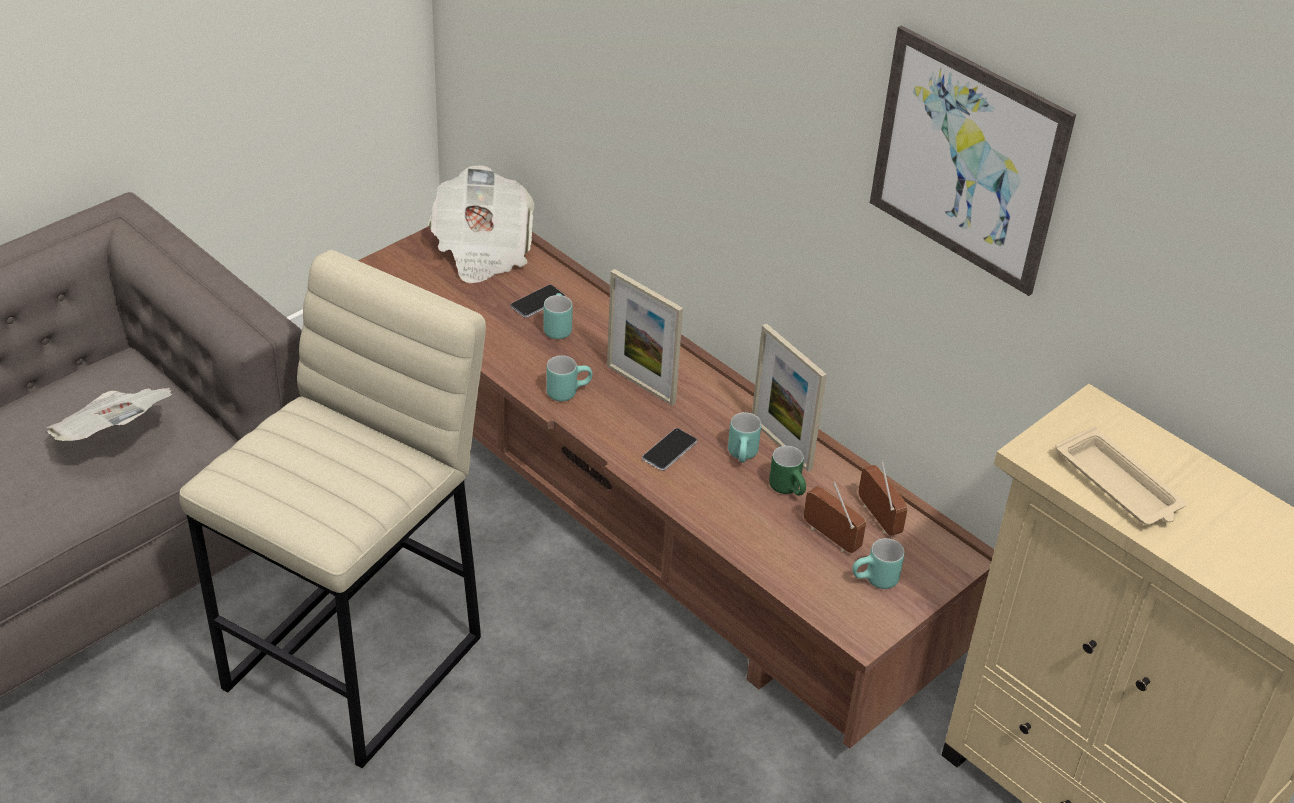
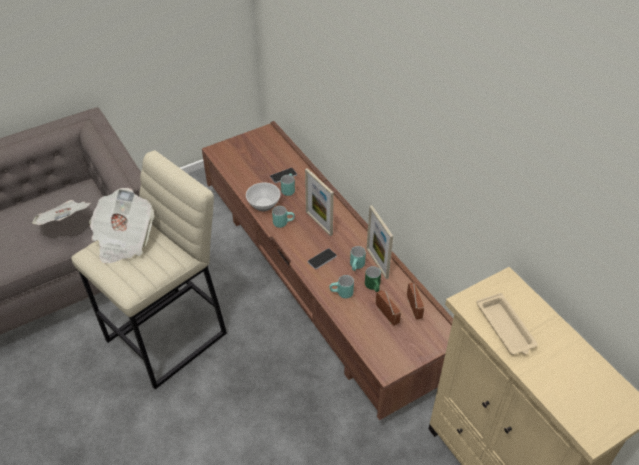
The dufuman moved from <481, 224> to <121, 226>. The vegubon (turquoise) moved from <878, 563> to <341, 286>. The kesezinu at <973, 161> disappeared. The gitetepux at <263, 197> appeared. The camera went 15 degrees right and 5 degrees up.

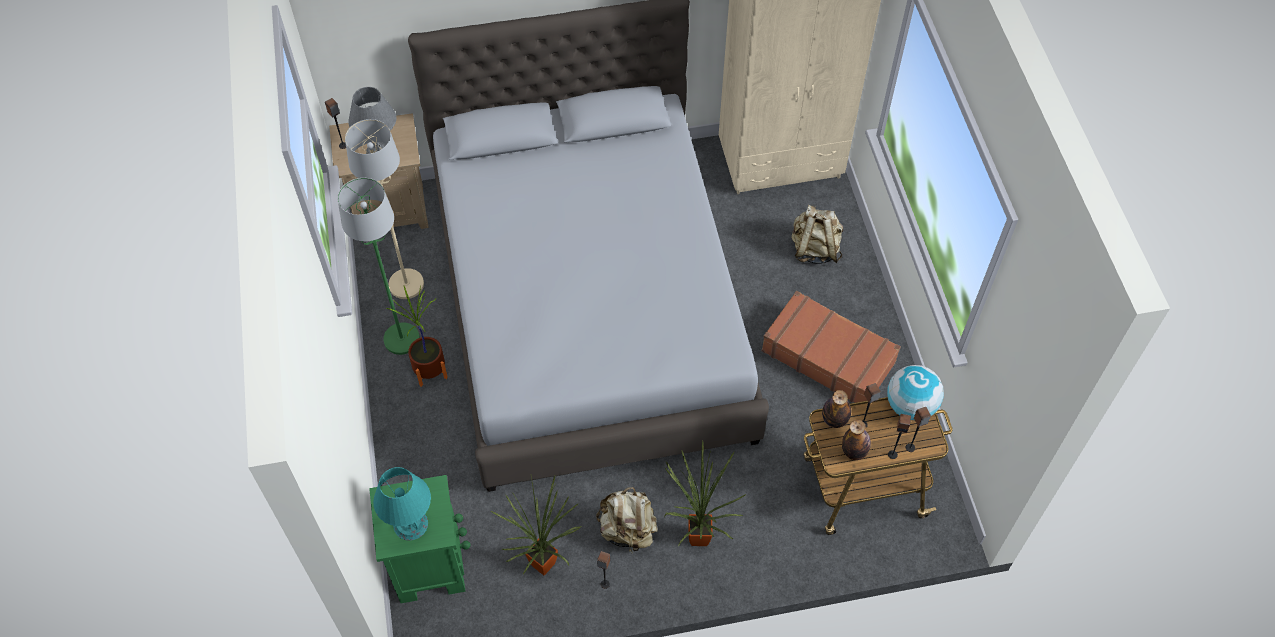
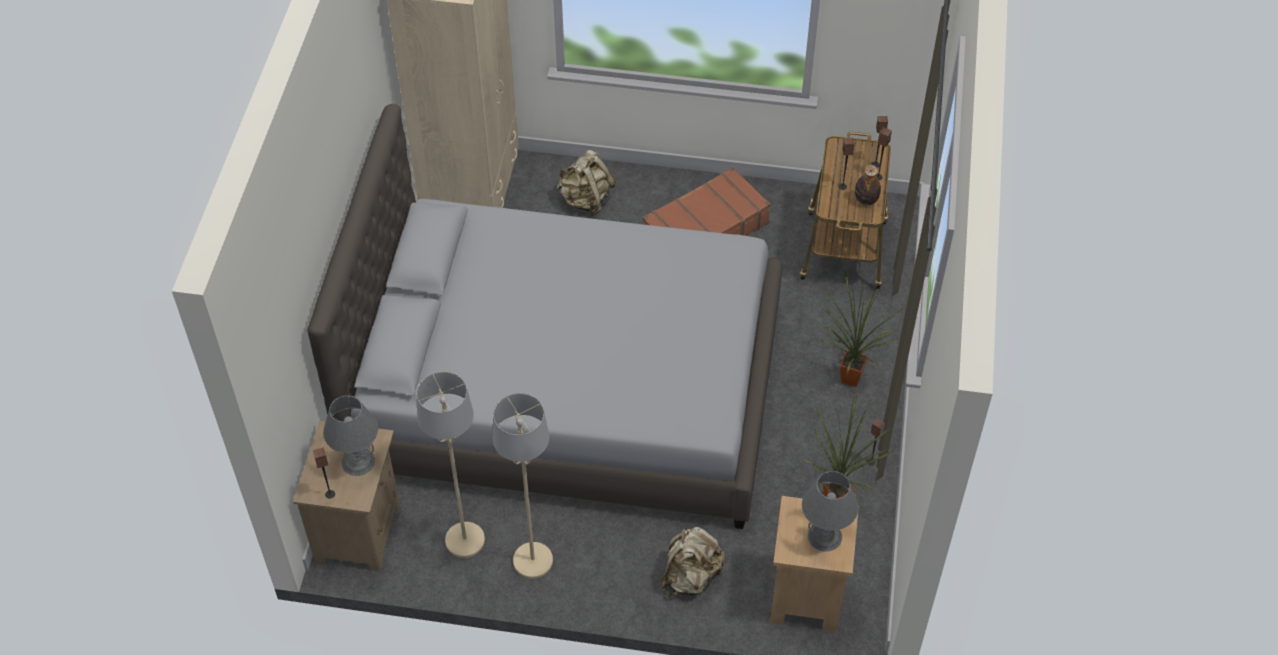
The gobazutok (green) at <379, 266> became the gobazutok (beige) at <523, 486>. The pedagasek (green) at <419, 539> became the pedagasek (beige) at <814, 564>. The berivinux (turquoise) at <402, 503> became the berivinux (grey) at <830, 511>. The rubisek at <417, 336> disappeared. The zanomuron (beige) moved from <626, 519> to <693, 561>. The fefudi at <836, 409> disappeared. The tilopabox at <915, 392> disappeared. The camera went 70 degrees left and 5 degrees down.

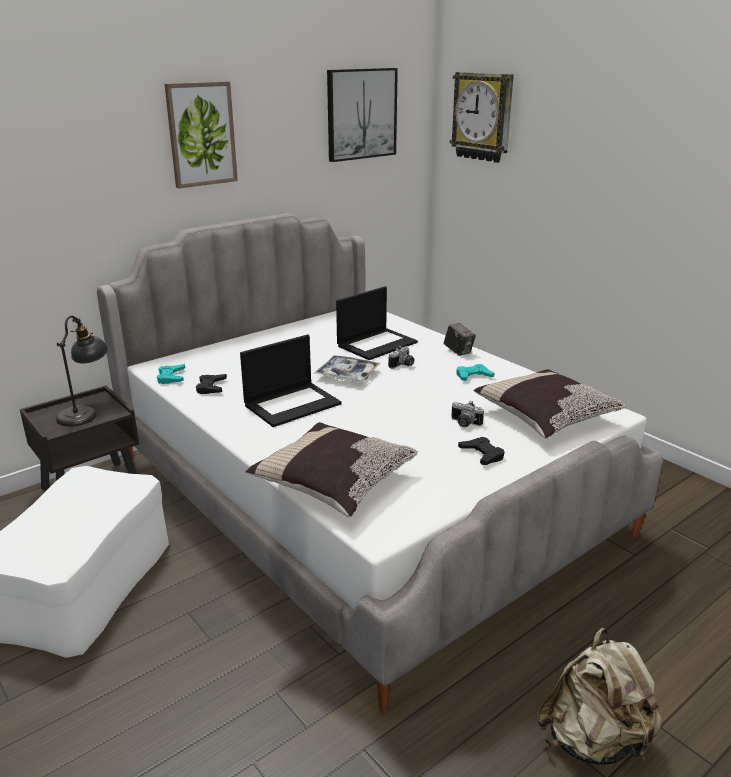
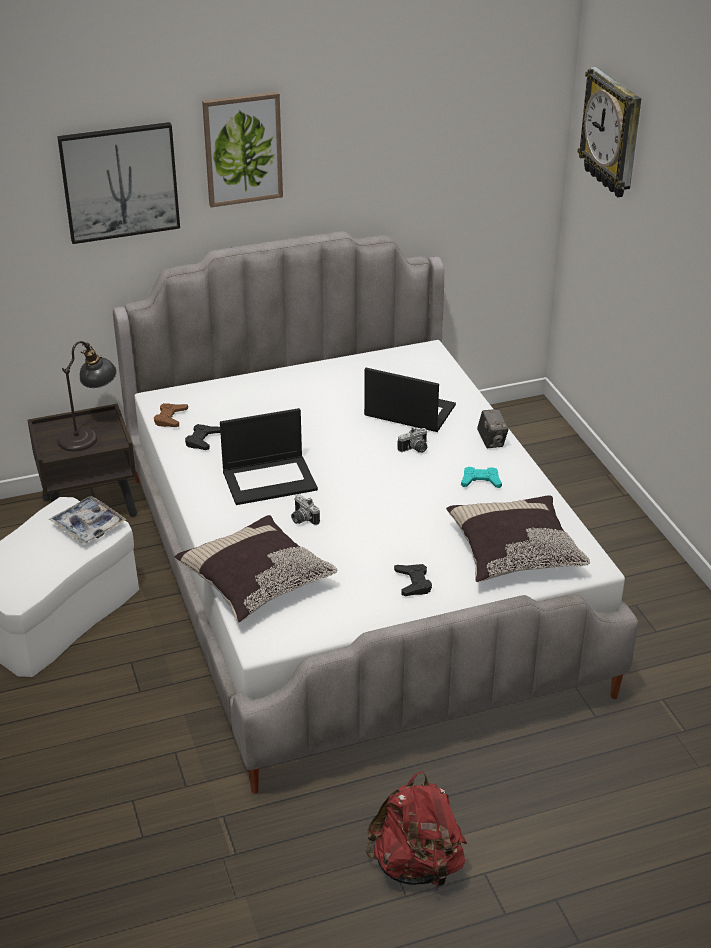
The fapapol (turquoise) at <171, 374> became the fapapol (brown) at <171, 415>. The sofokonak moved from <347, 368> to <88, 520>. The kesezinu moved from <362, 115> to <118, 183>. The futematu at <377, 323> turned 135 degrees counterclockwise. The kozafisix moved from <467, 414> to <305, 509>. The zanomuron (beige) at <599, 696> became the zanomuron (red) at <416, 831>. The camera went 20 degrees right and 10 degrees up.

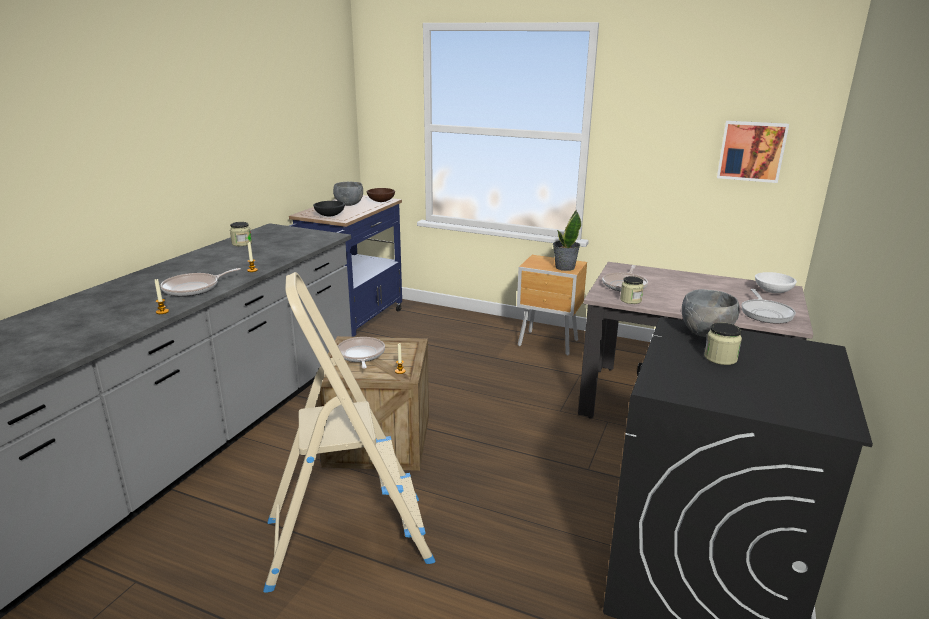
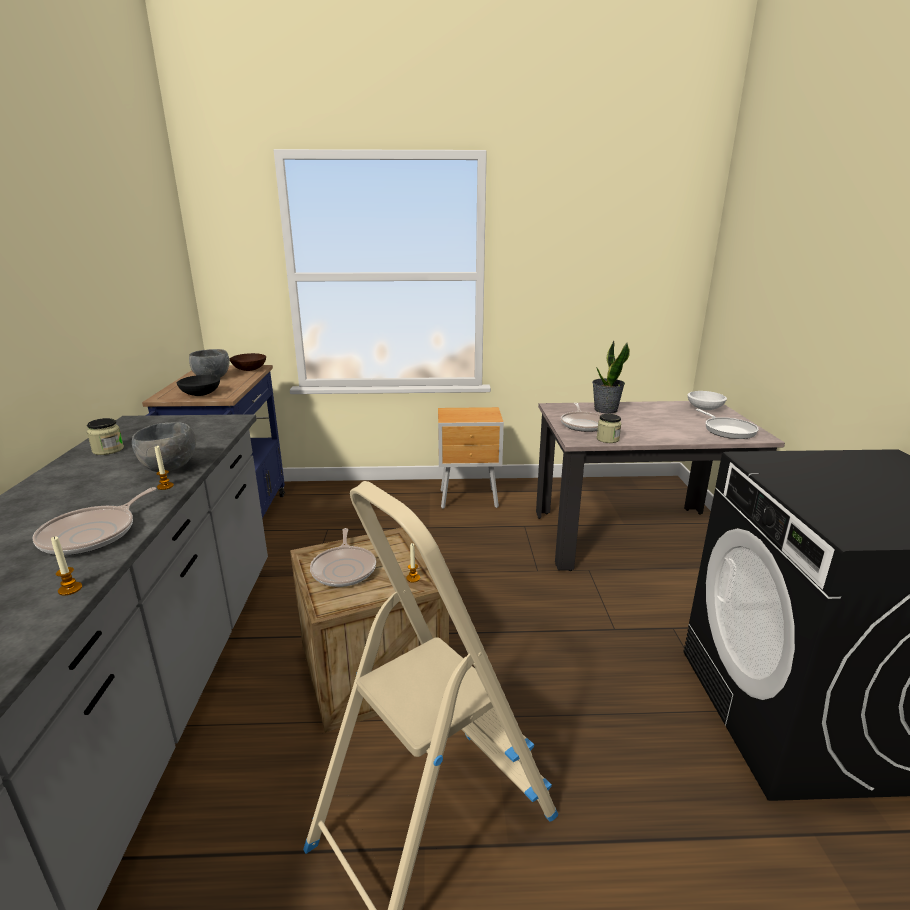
The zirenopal at <361, 353> turned 150 degrees counterclockwise. The rubisek moved from <567, 240> to <611, 377>. The gitetepux (grey) moved from <711, 313> to <164, 447>. The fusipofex at <723, 344> disappeared. The kesezinu at <753, 152> disappeared. The camera went 25 degrees left and 0 degrees up.

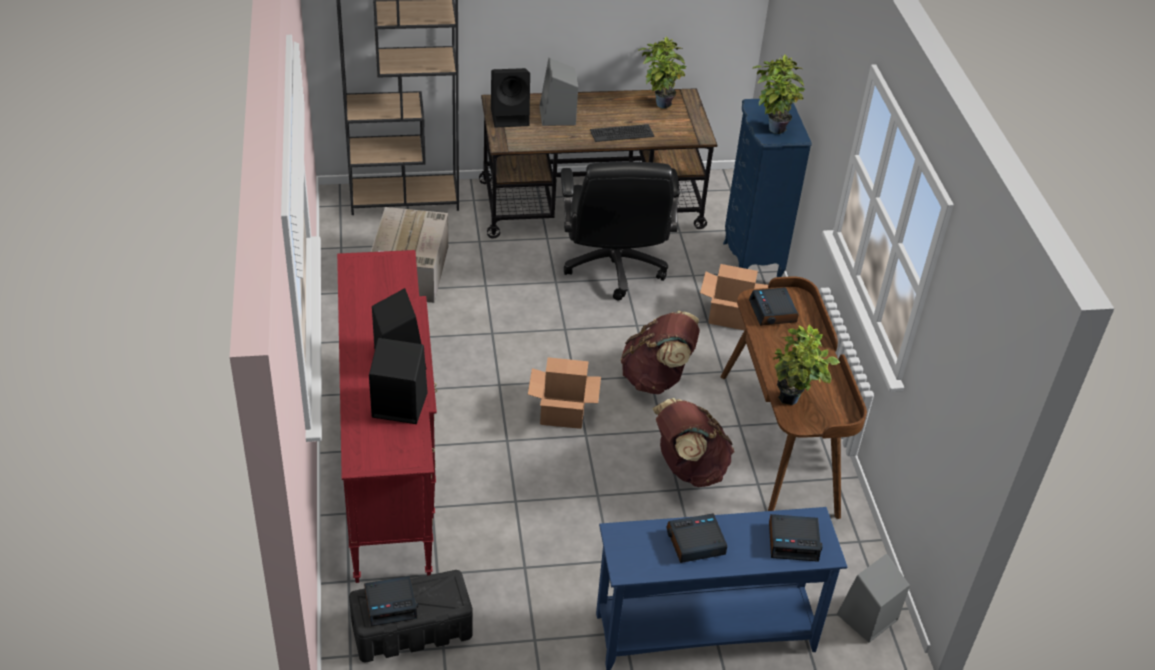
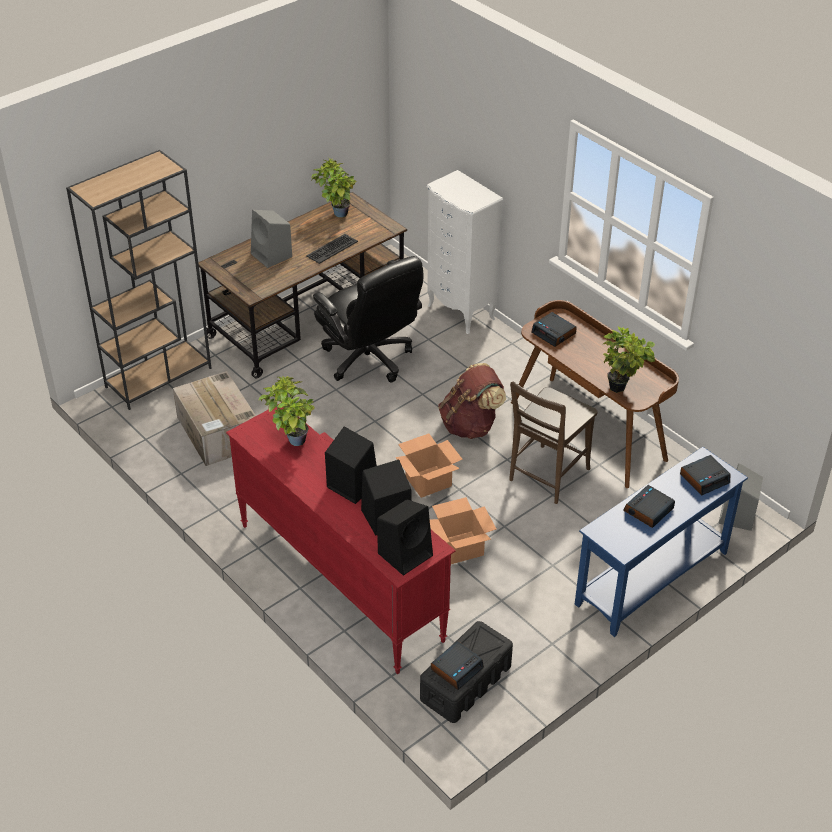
The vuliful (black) moved from <510, 98> to <405, 537>. The zanomuron (brown) at <693, 442> was replaced by the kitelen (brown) at <553, 443>. The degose moved from <734, 297> to <463, 530>. The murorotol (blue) at <767, 188> became the murorotol (white) at <464, 252>. The rubisek moved from <779, 94> to <286, 411>. The camera went 30 degrees left and 0 degrees up.

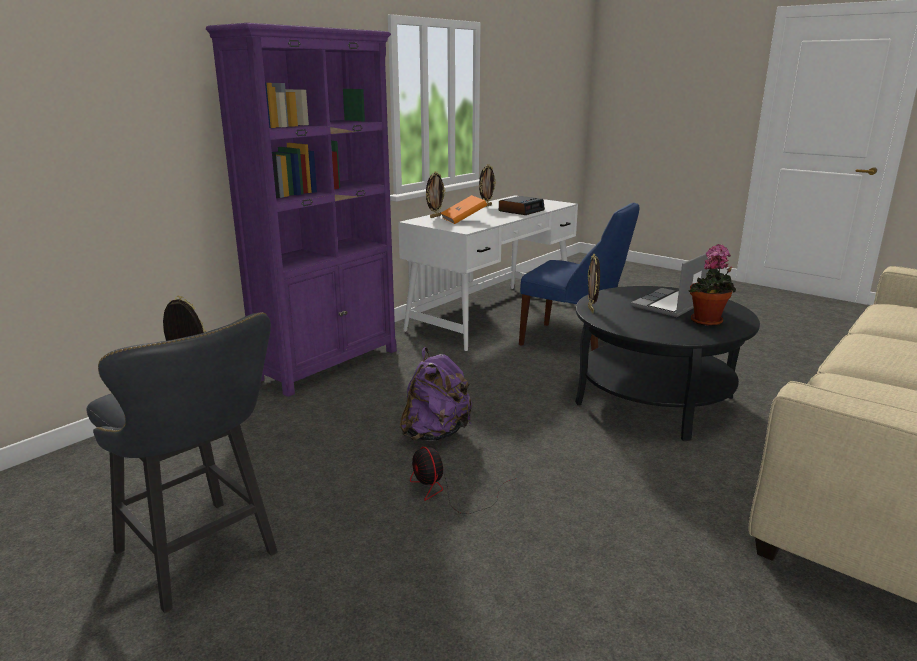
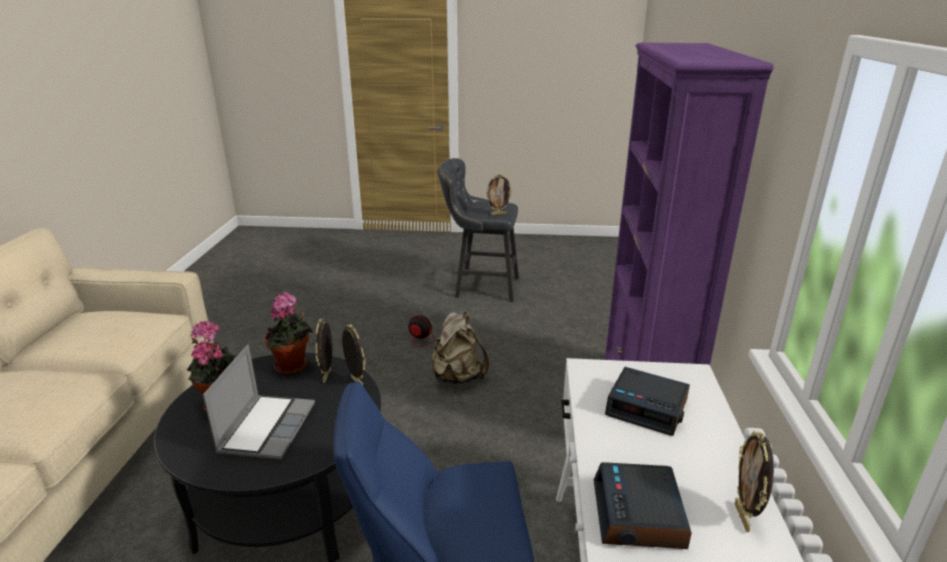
The zanomuron (purple) at <436, 394> became the zanomuron (beige) at <460, 348>. The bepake moved from <436, 194> to <323, 351>. The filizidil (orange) at <464, 209> was replaced by the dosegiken at <647, 401>. The rubisek at <289, 333> appeared. The camera went 145 degrees right and 5 degrees up.

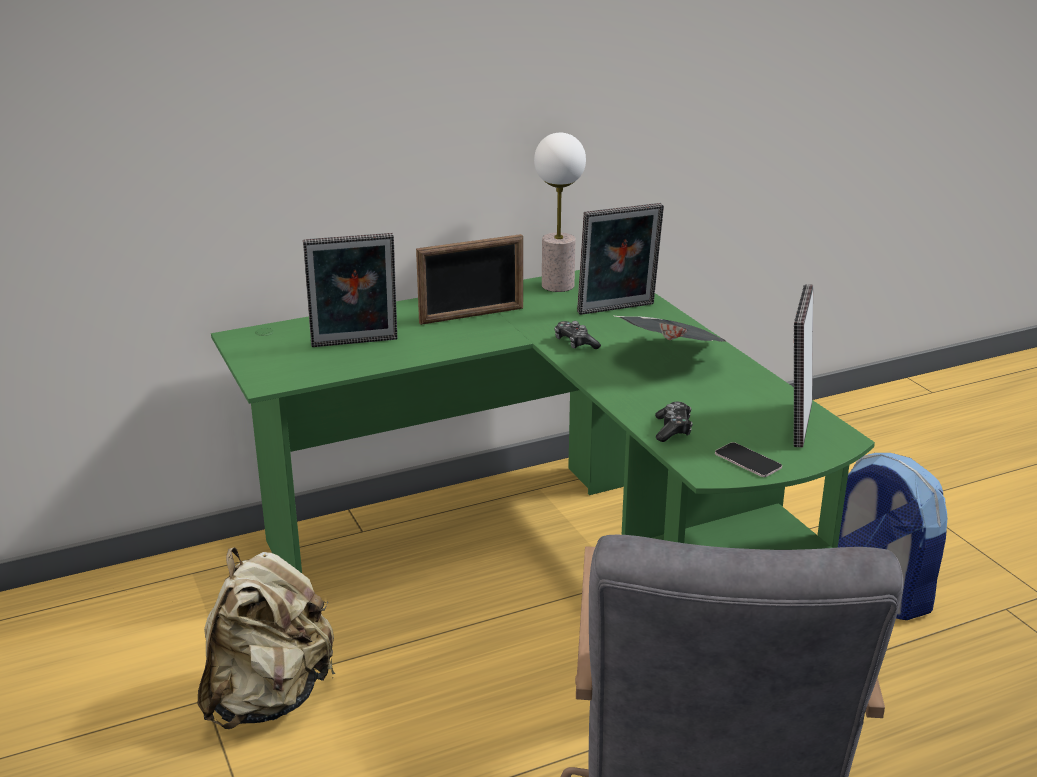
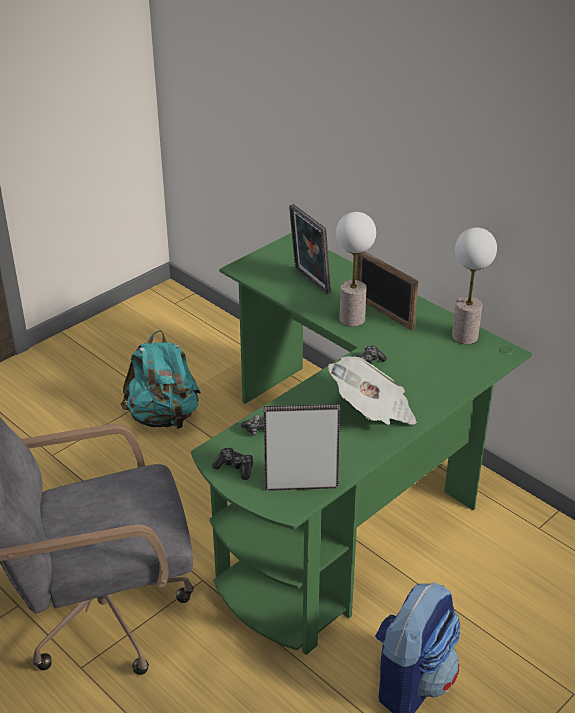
The zanomuron (beige) at <266, 638> became the zanomuron (turquoise) at <161, 379>. The bepake at <620, 259> disappeared. The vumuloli at <748, 459> was replaced by the fapapol at <232, 463>. The berivinux at <356, 269> appeared. The camera went 70 degrees right and 10 degrees up.

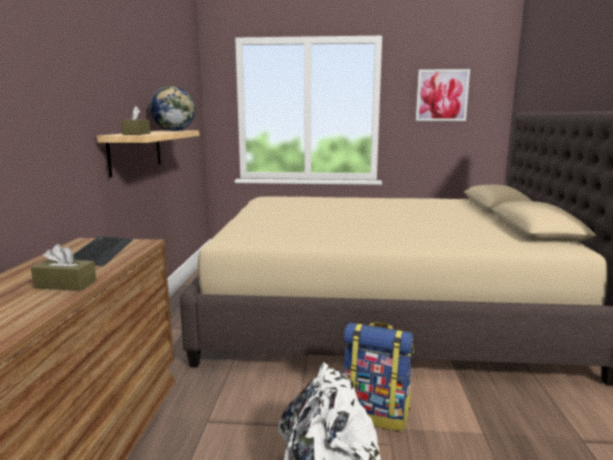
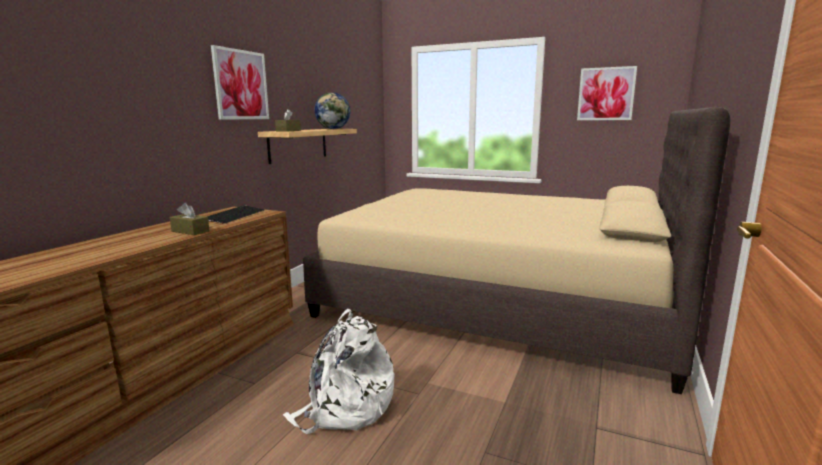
The zanomuron at <378, 376> disappeared. The kesezinu at <240, 82> appeared. The camera went 20 degrees right and 0 degrees up.

